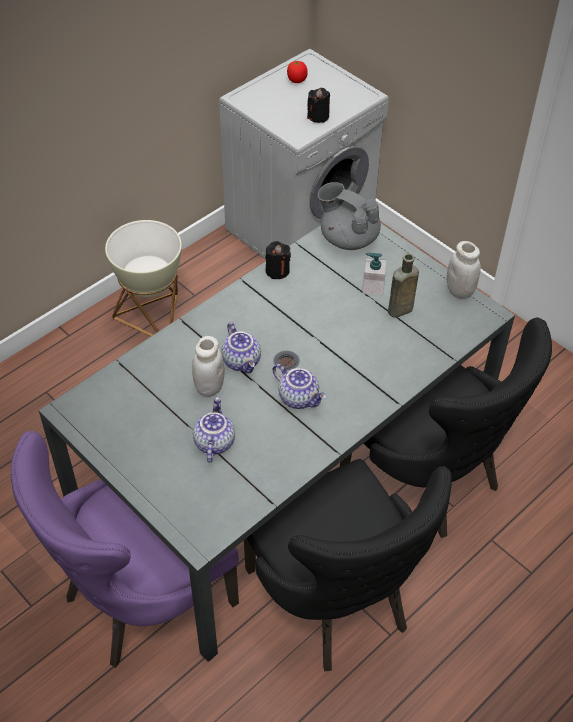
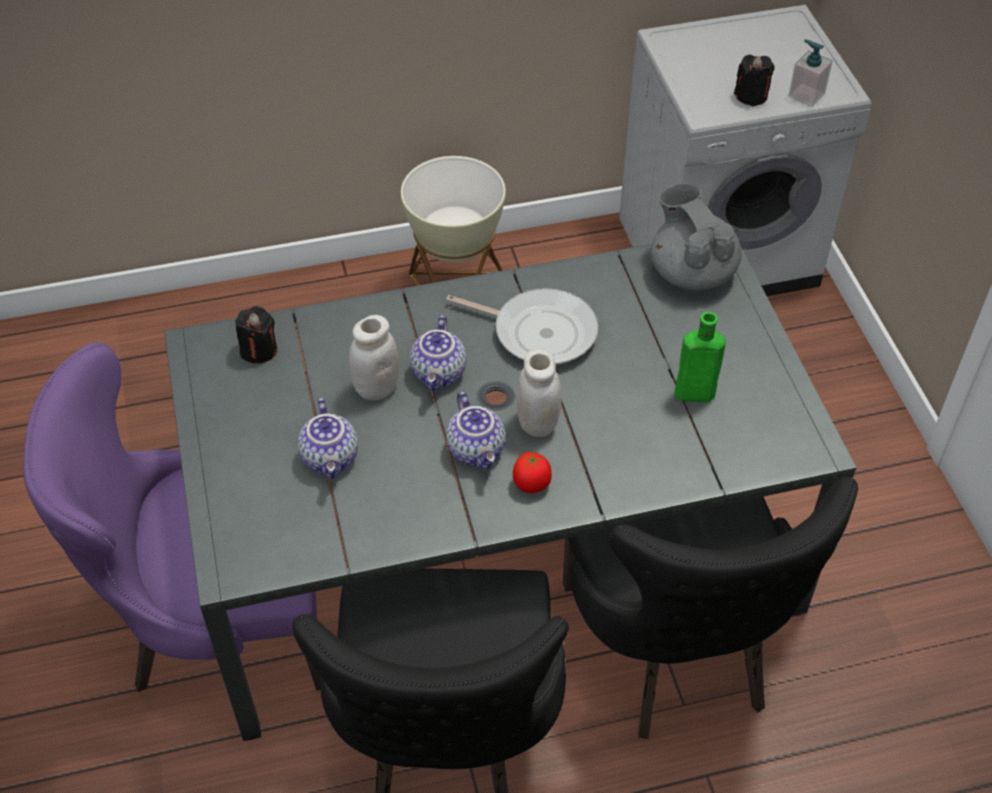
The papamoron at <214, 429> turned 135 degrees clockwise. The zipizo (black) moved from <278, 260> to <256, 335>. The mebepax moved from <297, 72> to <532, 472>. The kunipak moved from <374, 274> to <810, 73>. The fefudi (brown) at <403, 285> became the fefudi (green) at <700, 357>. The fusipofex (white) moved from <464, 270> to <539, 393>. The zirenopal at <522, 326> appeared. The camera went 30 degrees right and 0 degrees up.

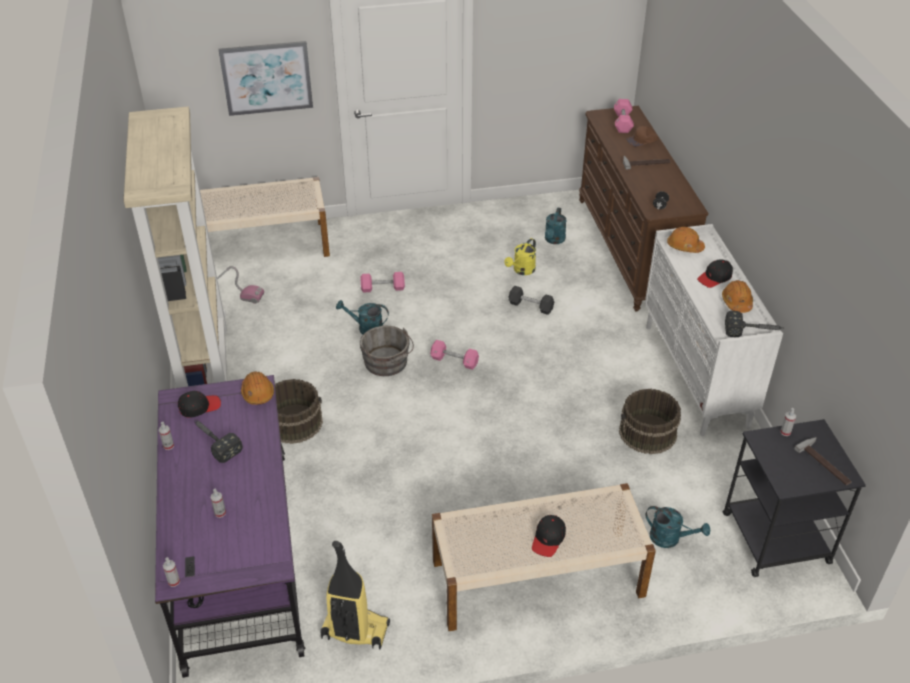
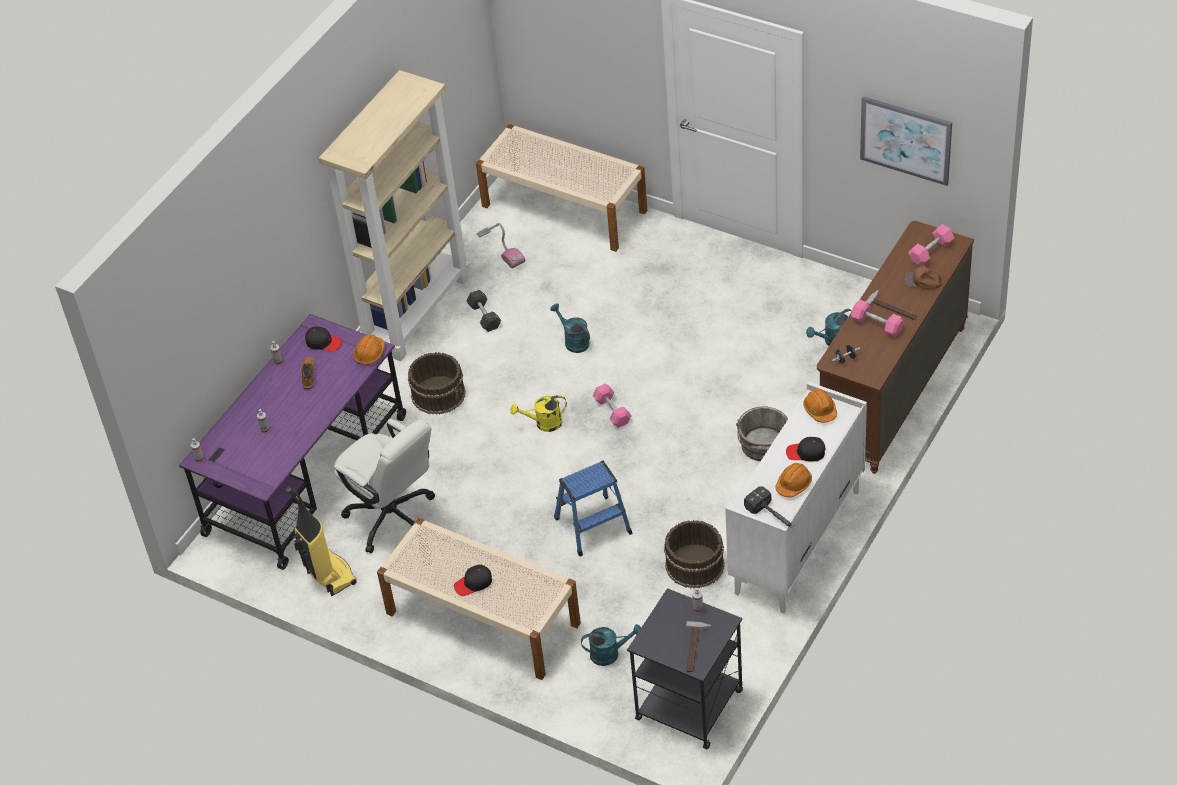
The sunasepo at <218, 441> was replaced by the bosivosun at <308, 373>. The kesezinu moved from <266, 78> to <906, 141>. The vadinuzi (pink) moved from <382, 282> to <877, 318>. The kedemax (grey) moved from <387, 351> to <762, 433>. The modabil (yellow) moved from <520, 256> to <538, 413>. The vadinuzi (black) moved from <531, 300> to <483, 311>. The modabil (turquoise) at <677, 527> turned 75 degrees counterclockwise. The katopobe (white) at <384, 486> appeared. The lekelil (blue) at <593, 508> appeared. The camera went 45 degrees right and 5 degrees up.

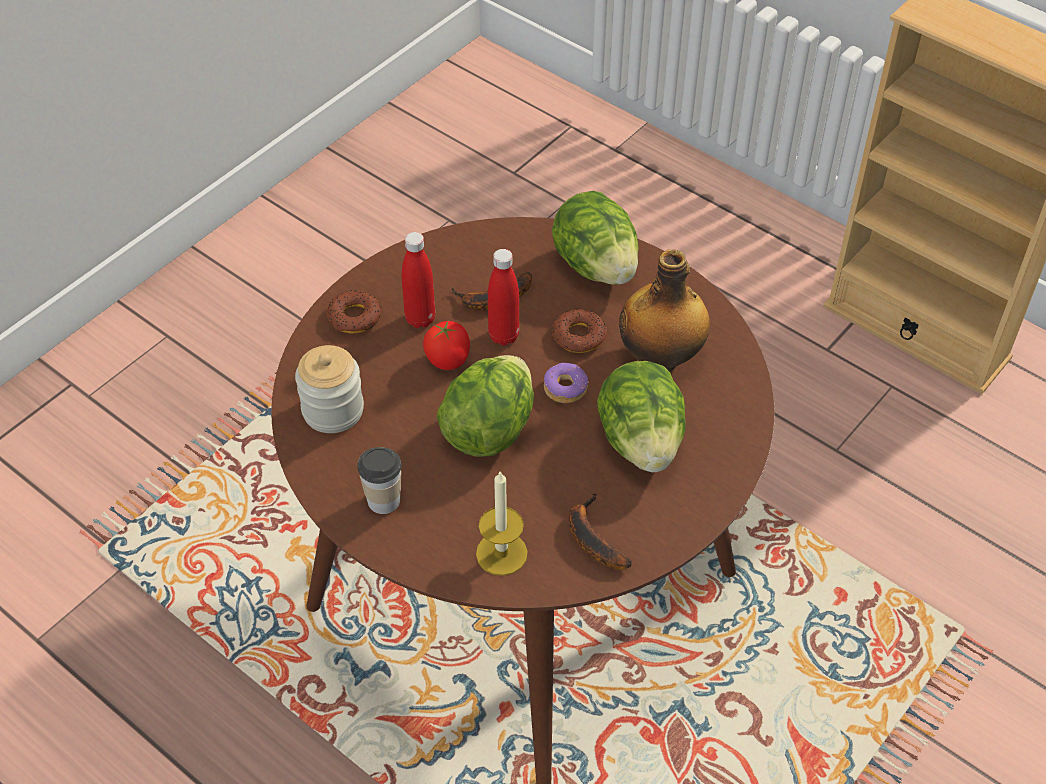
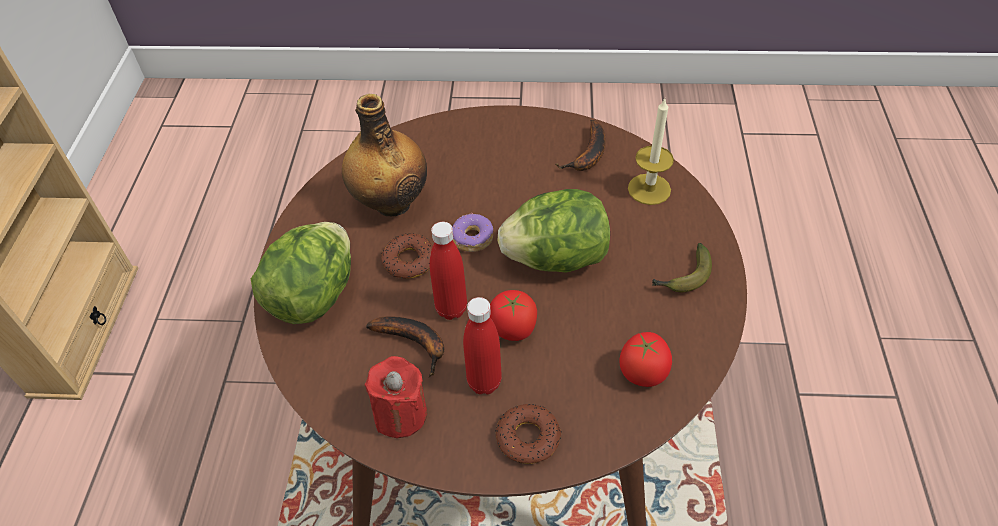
The fusipofex at <329, 389> was replaced by the mebepax at <646, 359>. The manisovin at <380, 480> was replaced by the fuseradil at <682, 267>. The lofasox at <641, 416> disappeared. The zipizo (red) at <396, 397> appeared. The camera went 125 degrees left and 0 degrees up.

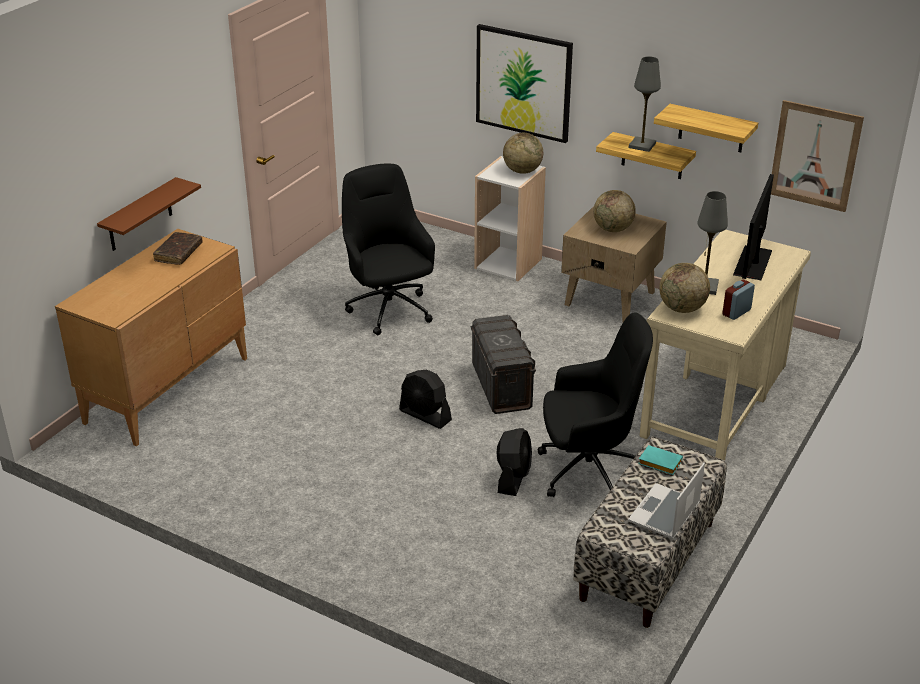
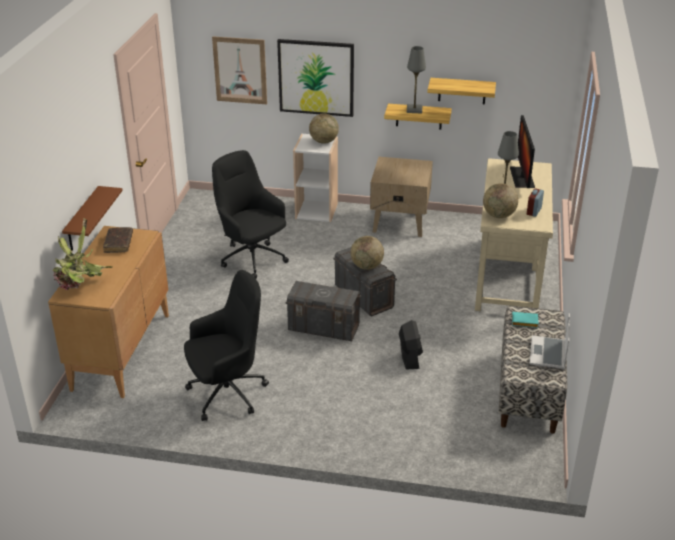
The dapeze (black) at <425, 399> was replaced by the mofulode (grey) at <323, 311>. The katopobe (black) moved from <595, 404> to <226, 345>. The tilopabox moved from <614, 211> to <367, 253>. The kesezinu moved from <817, 156> to <239, 70>. The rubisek at <82, 254> appeared. The camera went 20 degrees left and 0 degrees up.

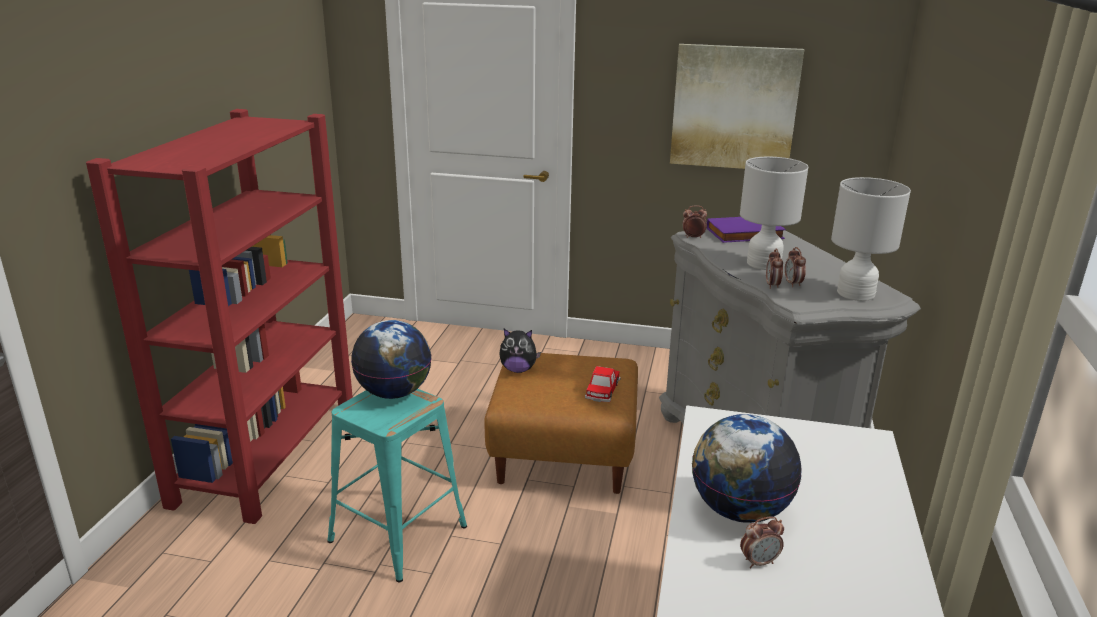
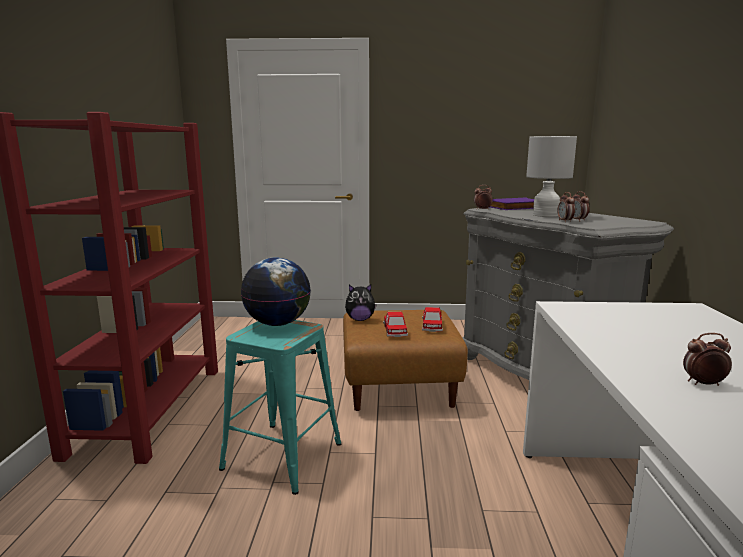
The kesezinu at <737, 106> disappeared. The tilopabox at <747, 468> disappeared. The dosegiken at <762, 542> turned 150 degrees counterclockwise. The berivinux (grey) at <871, 239> disappeared. The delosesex at <395, 324> appeared. The camera went 10 degrees left and 10 degrees down.

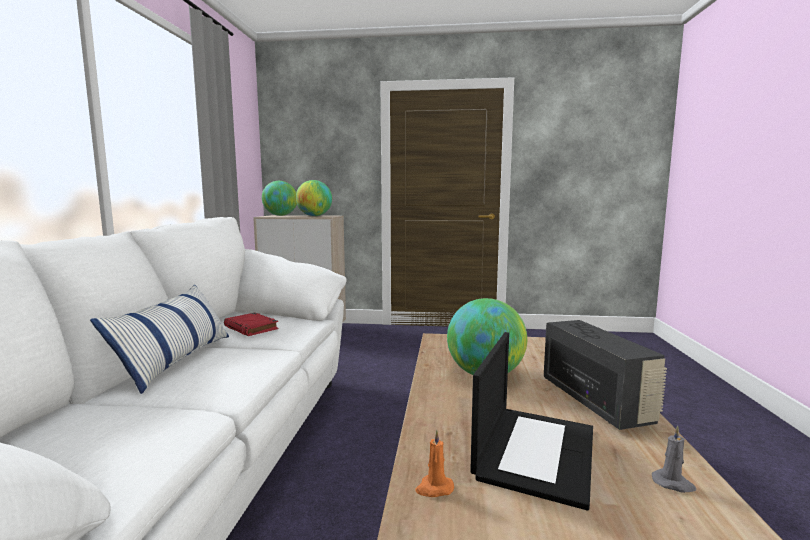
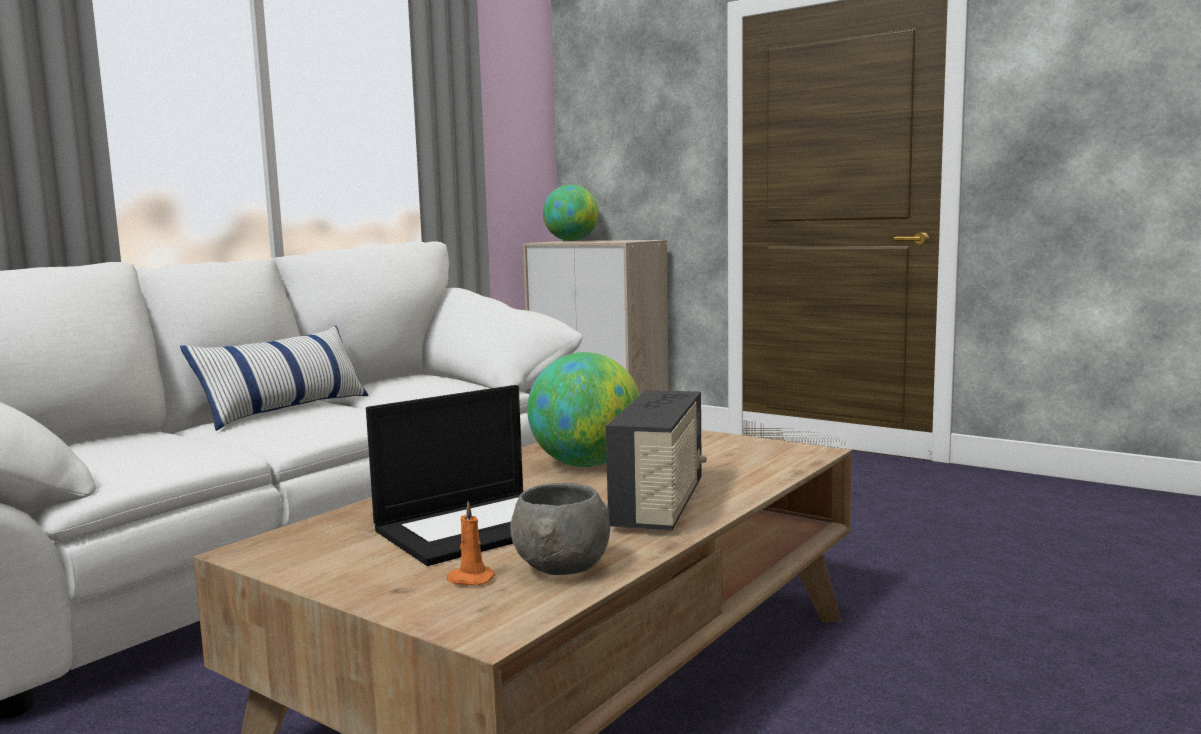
The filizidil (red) at <251, 324> disappeared. The tilopabox at <314, 198> disappeared. The zipizo (orange) moved from <435, 463> to <471, 543>. The zipizo (grey) at <674, 459> was replaced by the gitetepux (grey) at <560, 529>. The camera went 30 degrees right and 0 degrees up.

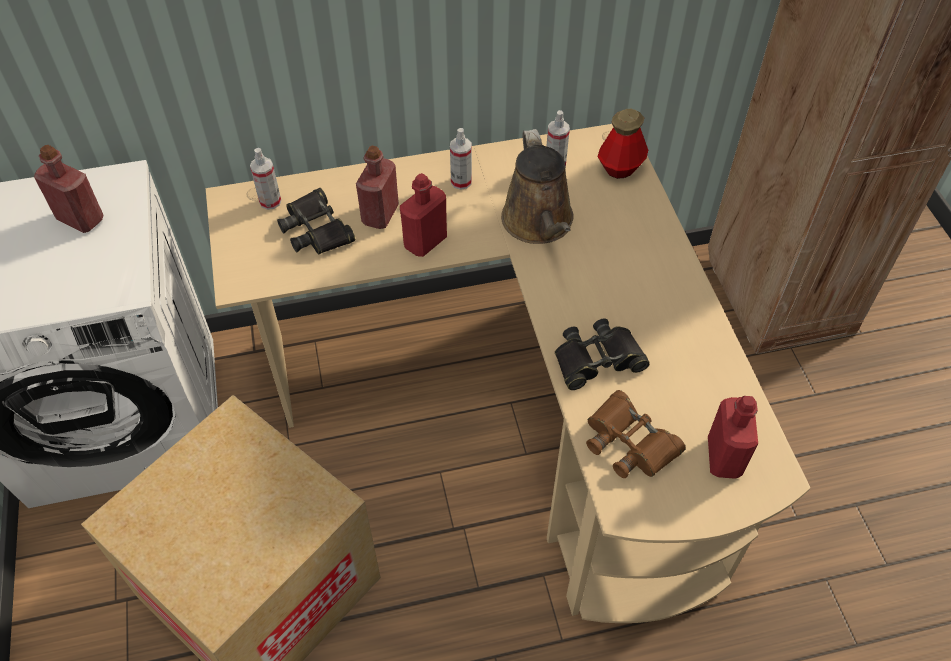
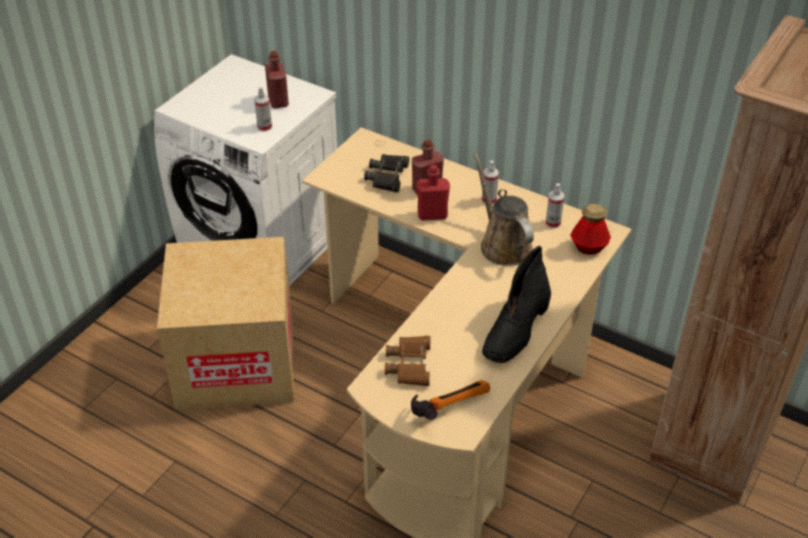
The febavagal moved from <265, 179> to <263, 109>. The modabil (brown) at <537, 186> turned 120 degrees clockwise. The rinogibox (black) at <602, 354> disappeared. The fefudi (red) at <733, 437> was replaced by the sunasepo at <450, 400>. The bosivosun (black) at <516, 304> appeared. The camera went 45 degrees right and 10 degrees down.

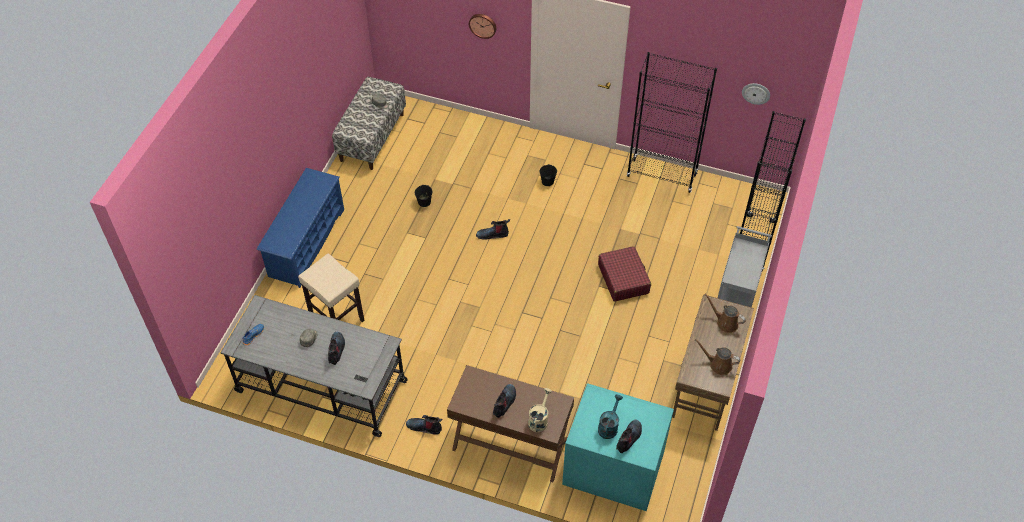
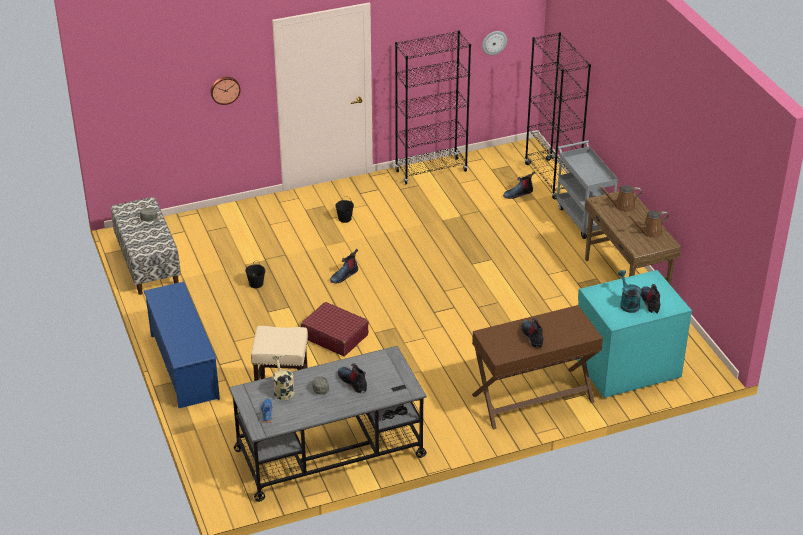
The bosivosun moved from <424, 425> to <519, 185>. The modabil (beige) moved from <540, 410> to <283, 377>. The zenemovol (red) moved from <624, 274> to <335, 329>. The camera went 40 degrees left and 15 degrees down.

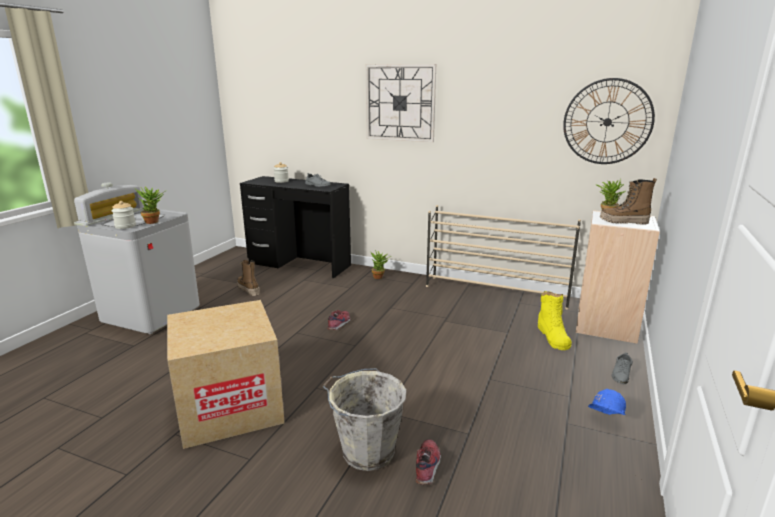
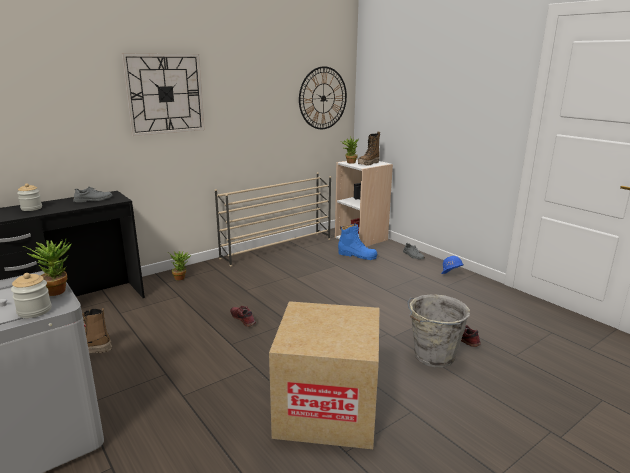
The bosivosun (yellow) at <555, 320> became the bosivosun (blue) at <357, 241>. The camera went 60 degrees left and 0 degrees up.

